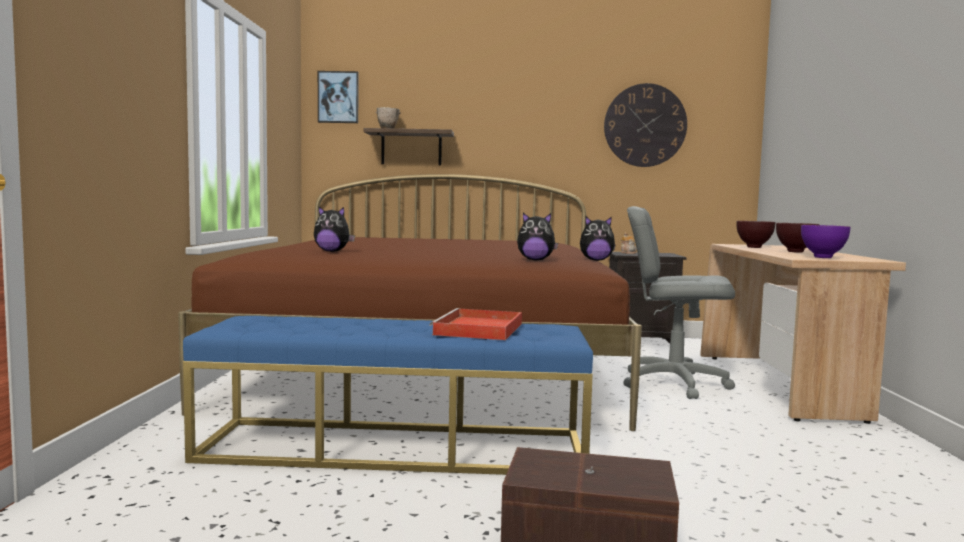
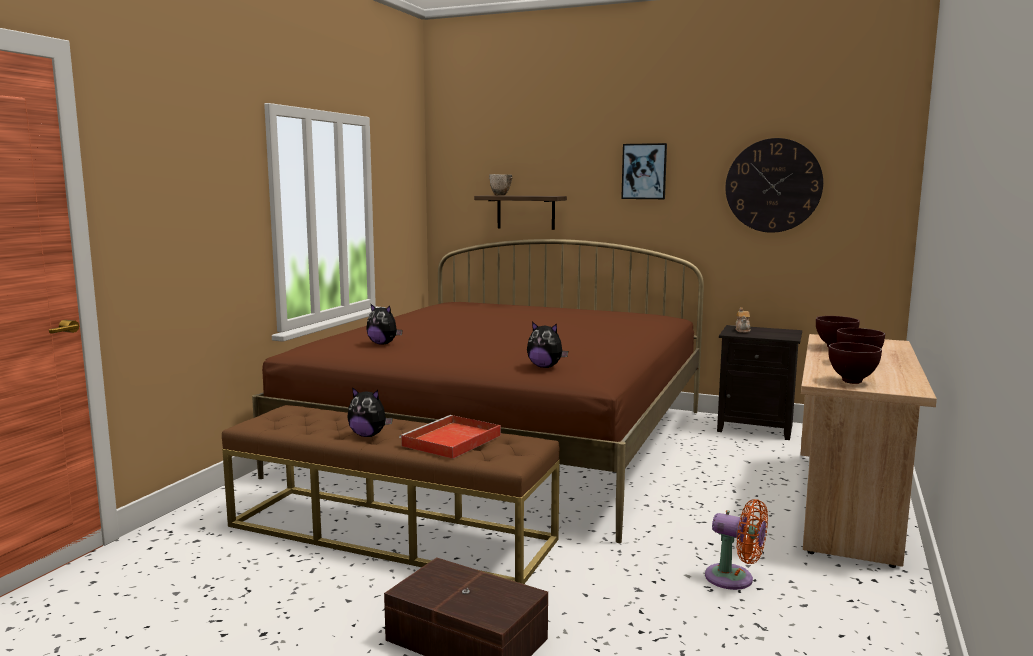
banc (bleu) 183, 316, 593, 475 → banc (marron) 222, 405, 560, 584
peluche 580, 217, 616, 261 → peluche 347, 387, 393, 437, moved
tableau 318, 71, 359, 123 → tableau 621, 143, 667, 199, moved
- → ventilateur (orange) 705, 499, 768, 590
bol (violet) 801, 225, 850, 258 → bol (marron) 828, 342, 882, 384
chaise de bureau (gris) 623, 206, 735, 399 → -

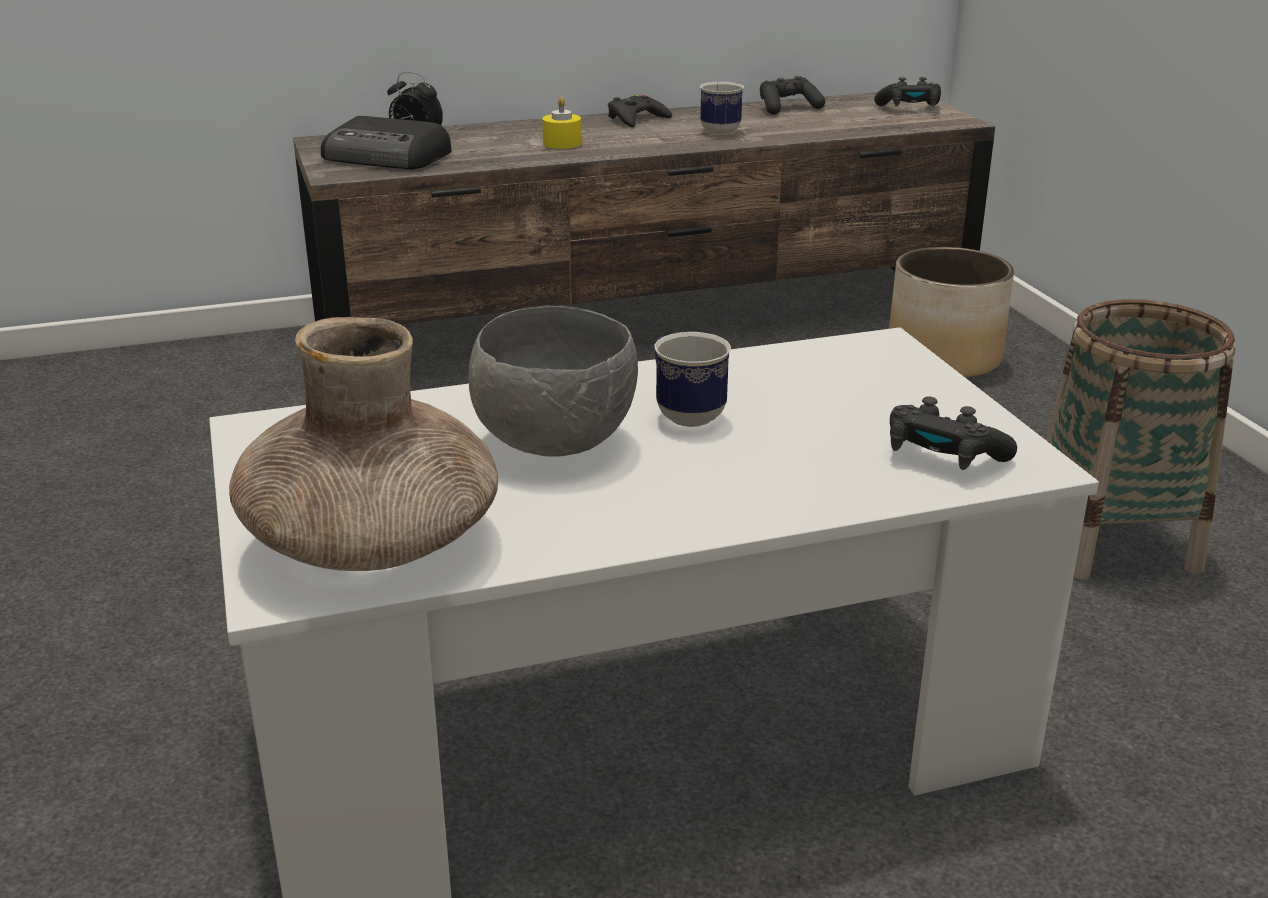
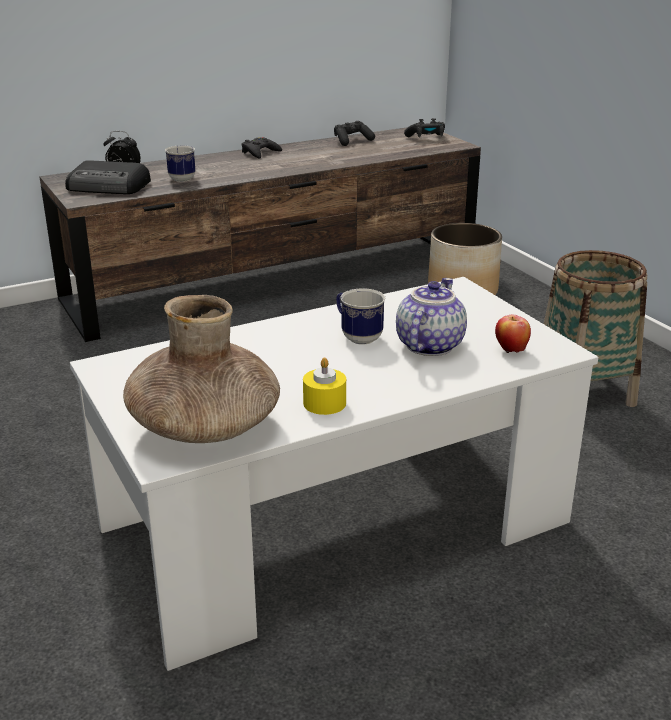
mug 700, 82, 744, 135 → mug 165, 145, 195, 182, moved
bougie (jaune) 542, 97, 582, 149 → bougie (jaune) 303, 358, 346, 415, moved
- → théière 396, 278, 467, 356
manette (noir) 890, 397, 1017, 470 → pomme 495, 315, 531, 353
bol (gris) 468, 305, 638, 457 → -

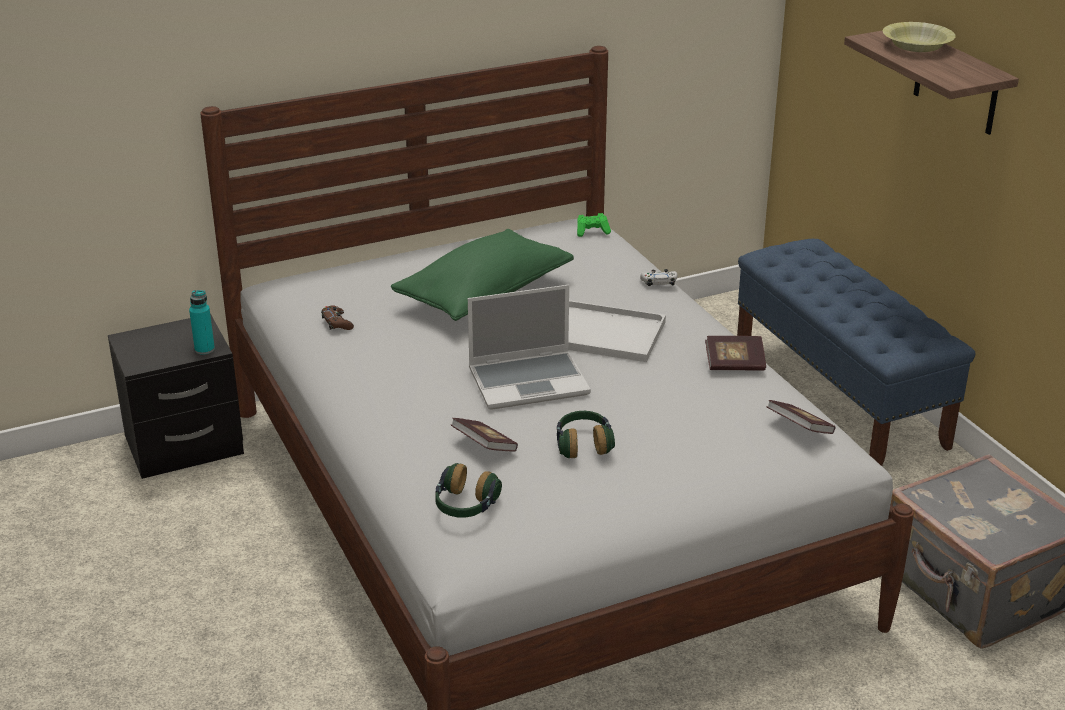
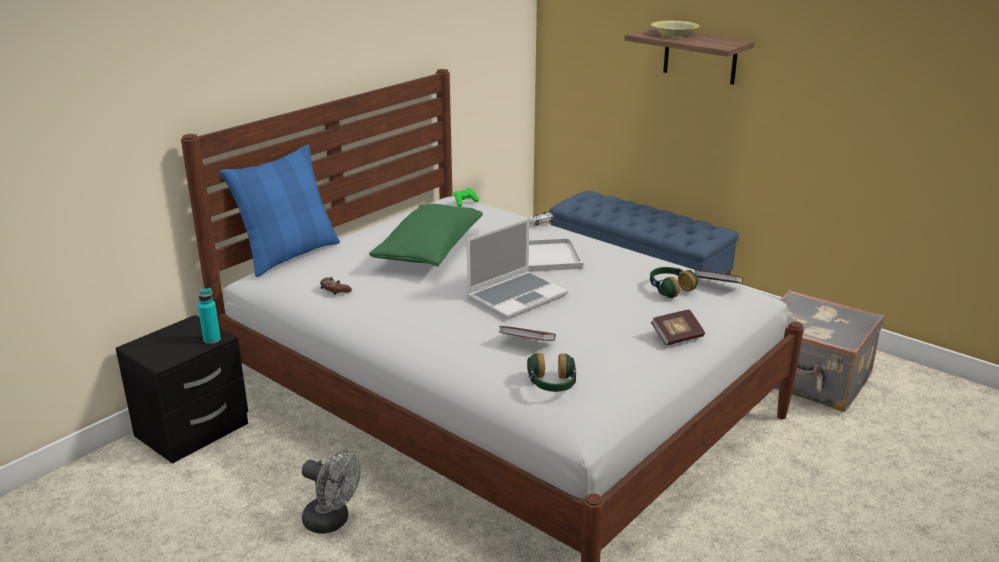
- → coussin (bleu) 220, 144, 340, 277
- → ventilateur (gris) 302, 450, 360, 534
casque audio 557, 411, 615, 458 → casque audio 650, 267, 698, 298, moved
livre 705, 336, 766, 371 → livre 651, 309, 705, 346, moved

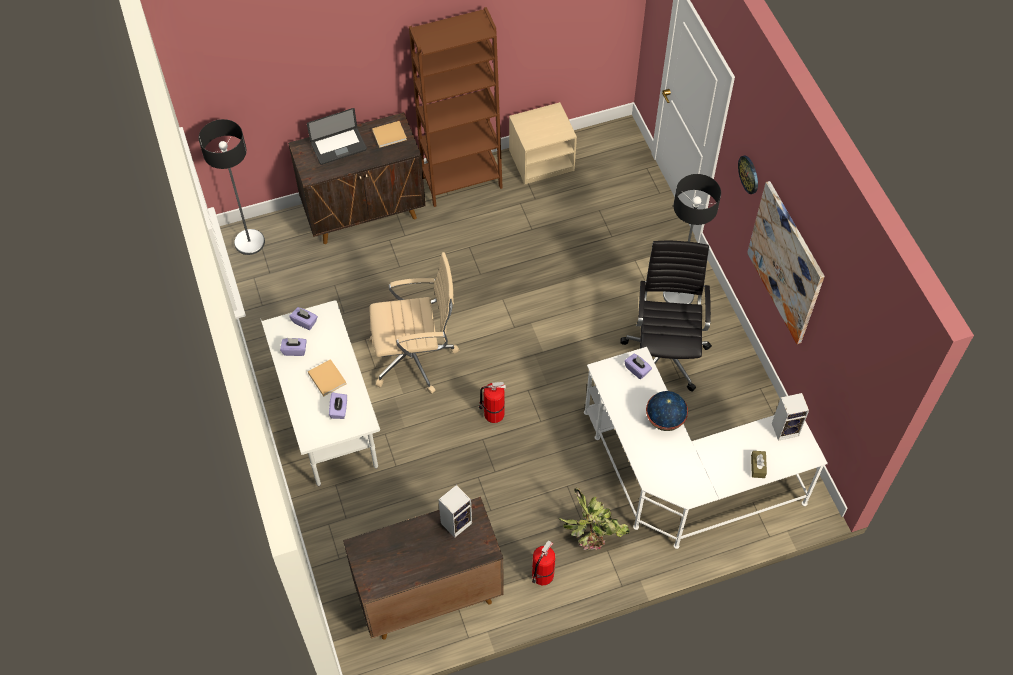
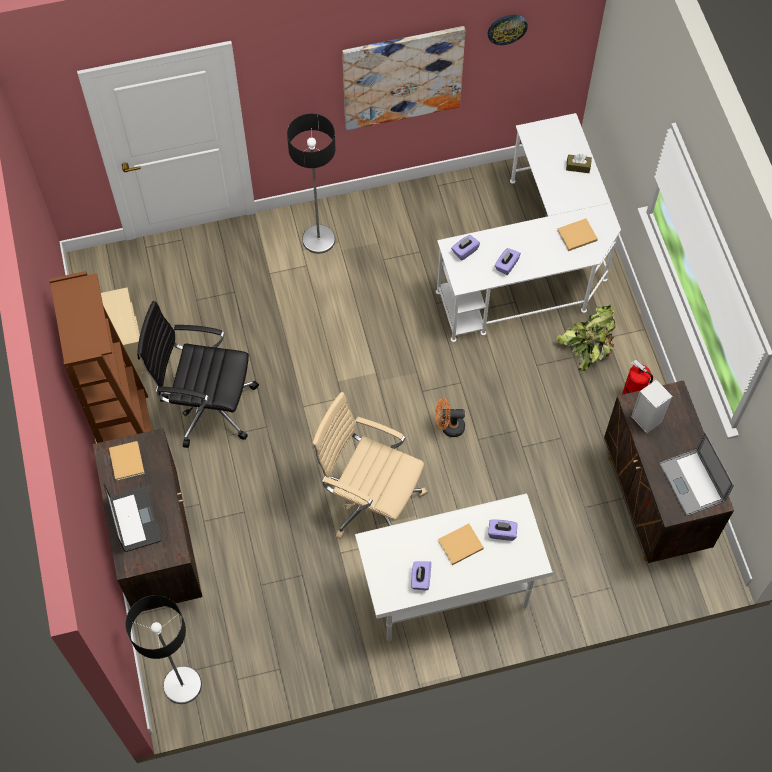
chaise de bureau (noir) 621, 241, 712, 392 → chaise de bureau (noir) 137, 301, 259, 448, moved
chaise de bureau (beige) 369, 252, 459, 394 → chaise de bureau (beige) 312, 392, 428, 539, 60 degrees counterclockwise
extincteur 479, 382, 506, 423 → ventilateur (orange) 435, 398, 465, 437
horloge murale 738, 155, 758, 194 → horloge murale 488, 15, 528, 45, moved
boîte à mouchoirs (violet) 289, 307, 318, 330 → boîte à mouchoirs (violet) 495, 248, 521, 275, moved
- → livre (beige) 557, 218, 598, 251
- → ordinateur portable 659, 432, 734, 516
globe 646, 391, 688, 431 → -
enceinte 772, 393, 809, 441 → -

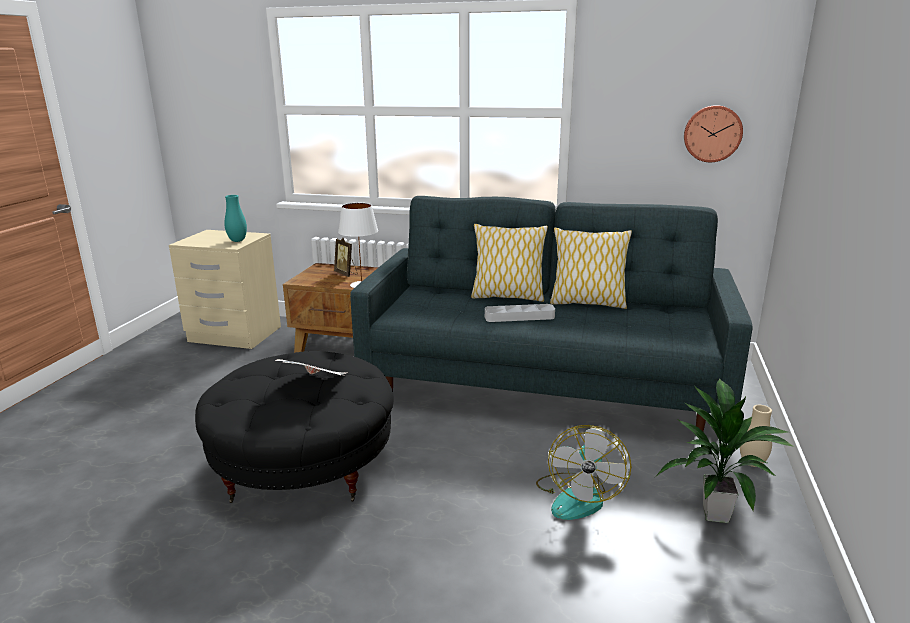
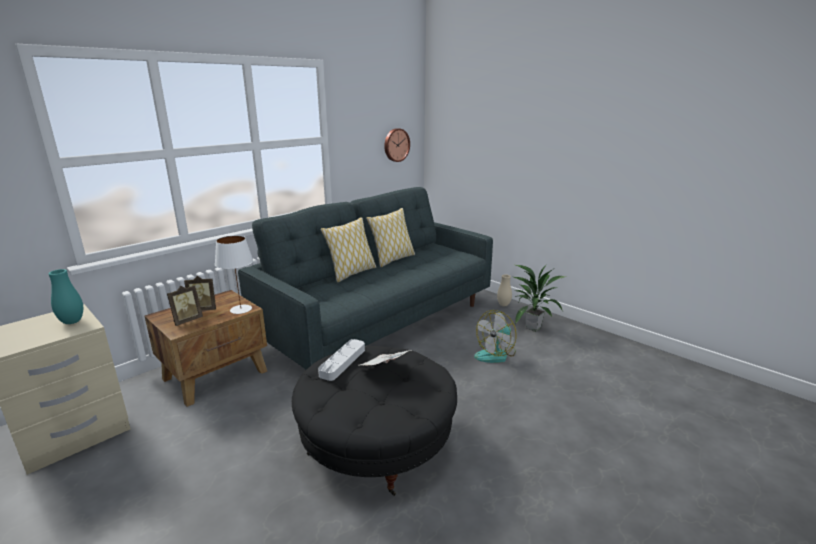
- → cadre photo 167, 285, 203, 326
plateau (gris) 485, 304, 555, 322 → plateau (gris) 318, 339, 365, 381, moved
ventilateur 536, 425, 631, 520 → ventilateur 474, 310, 517, 363, 90 degrees clockwise

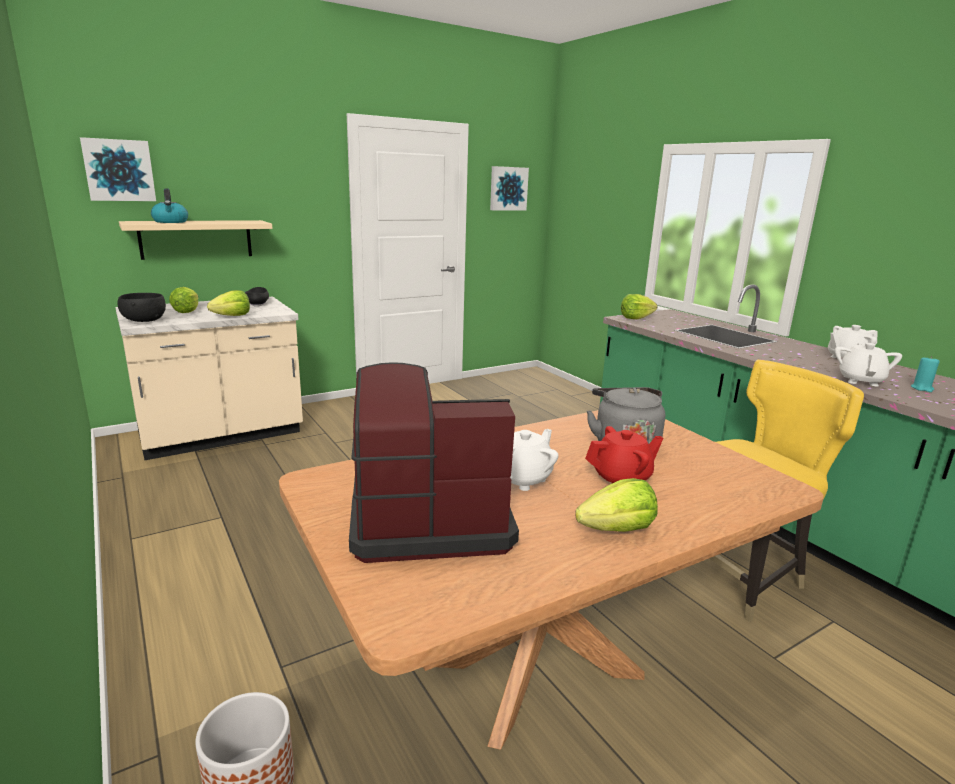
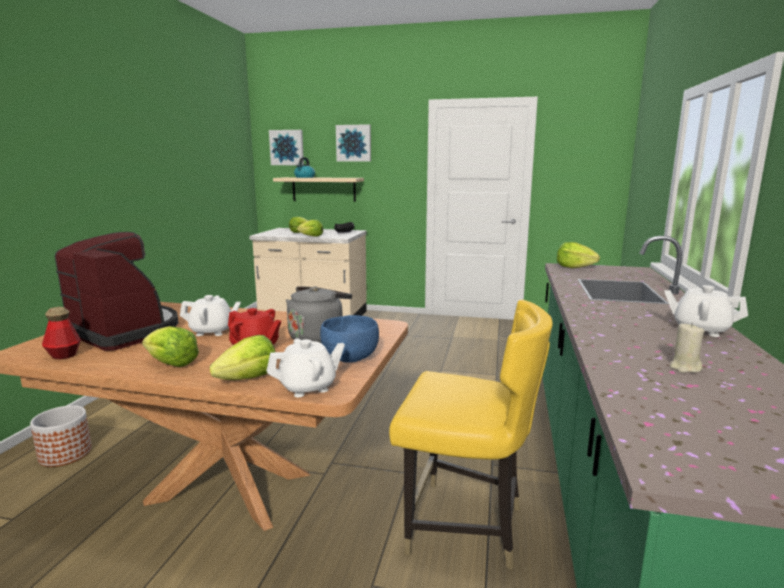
- → bouteille 42, 307, 81, 359
- → laitue 210, 335, 275, 380
théière (blanc) 835, 343, 902, 386 → théière (blanc) 266, 338, 345, 397, moved
- → bol (bleu) 320, 315, 379, 363
tableau 490, 166, 529, 211 → tableau 336, 124, 371, 162, moved
bougie (turquoise) 911, 356, 940, 392 → bougie (beige) 669, 323, 704, 373
bol (noir) 117, 293, 166, 322 → -

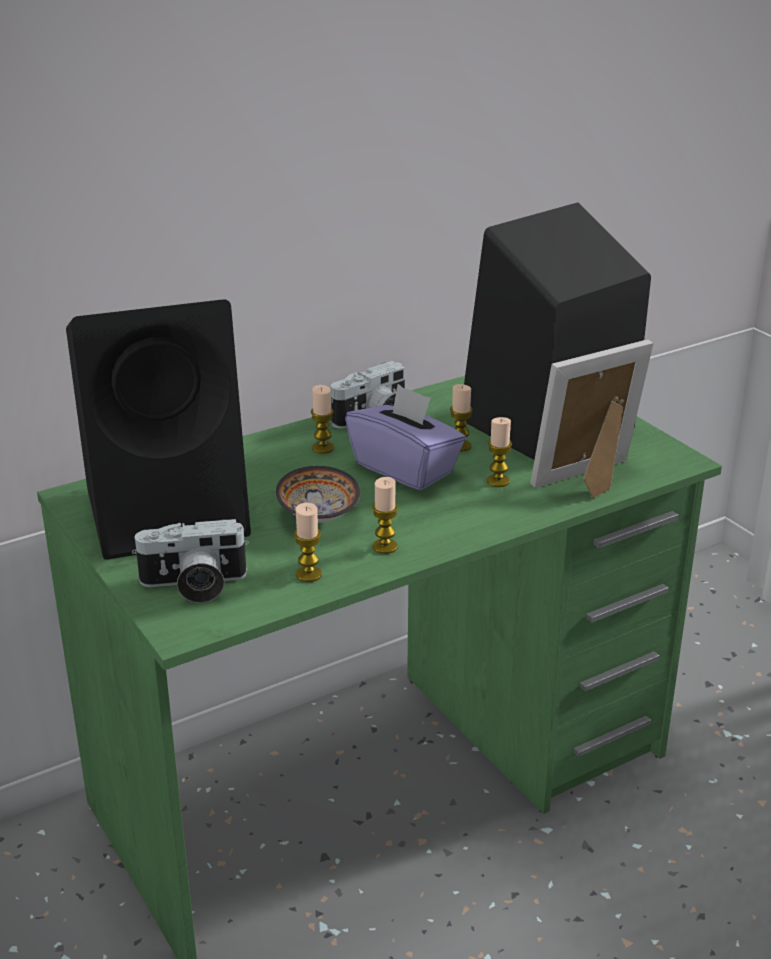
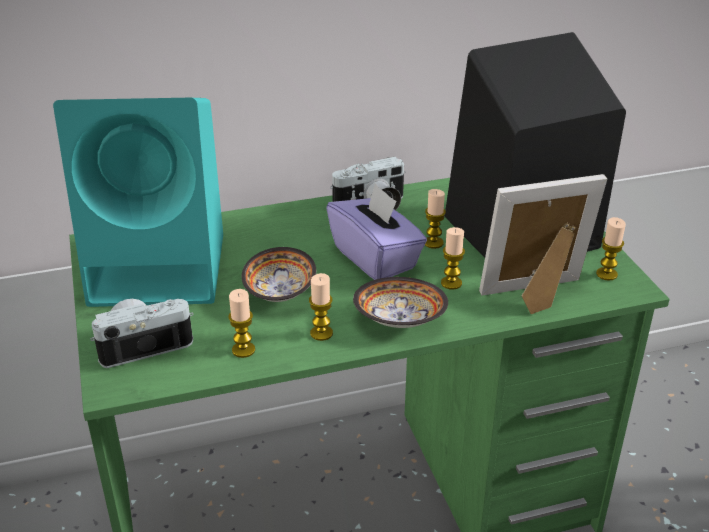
enceinte (noir) 66, 299, 251, 560 → enceinte (turquoise) 53, 98, 223, 307
appareil photo 132, 519, 249, 603 → appareil photo 90, 299, 194, 368, 150 degrees clockwise
- → bol 353, 277, 448, 328
bougie 311, 385, 334, 454 → bougie 596, 217, 626, 281, moved

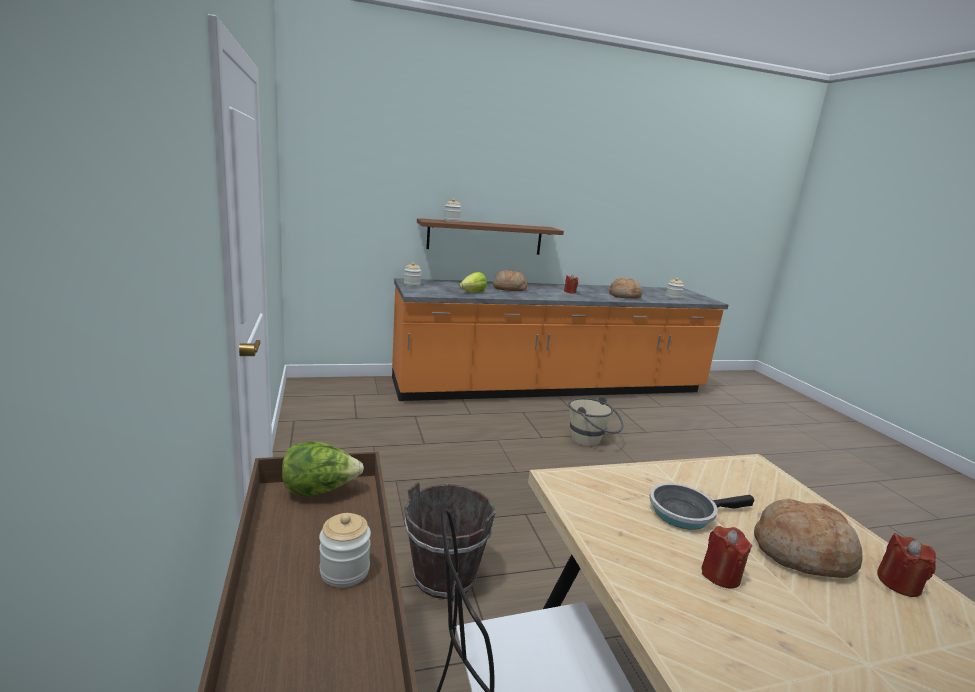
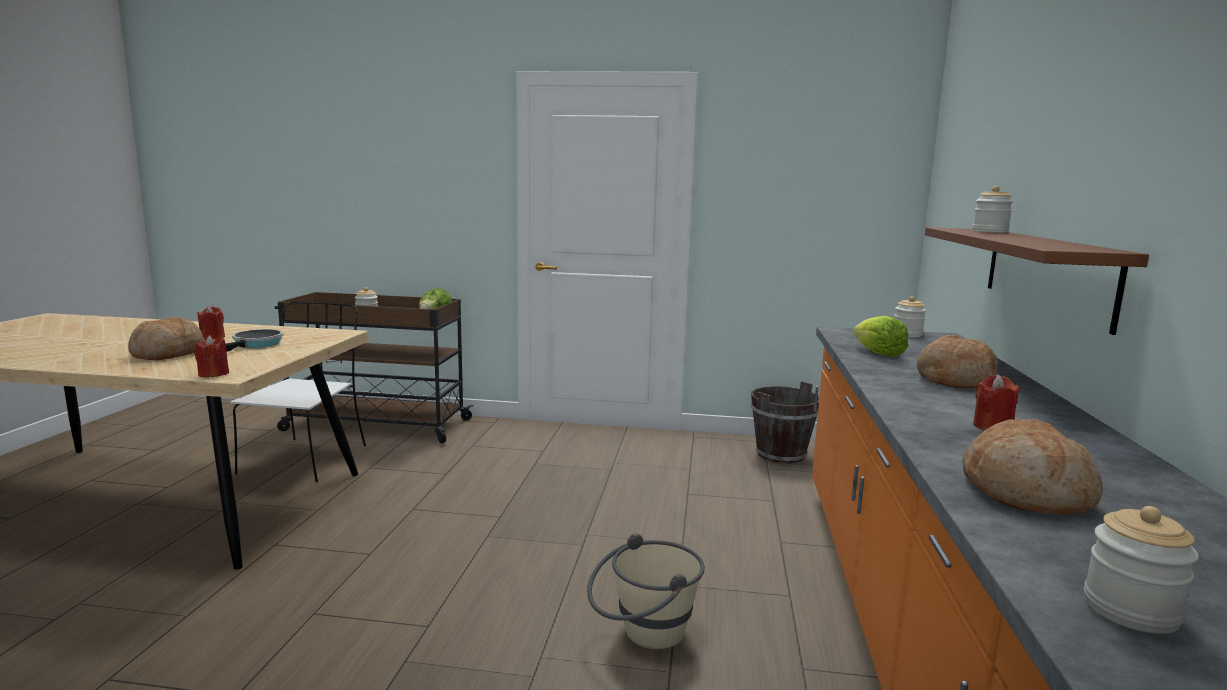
bougie (rouge) 877, 533, 936, 597 → bougie (rouge) 194, 335, 229, 378, moved
seau (marron) 404, 482, 496, 599 → seau (marron) 751, 381, 819, 464, moved

